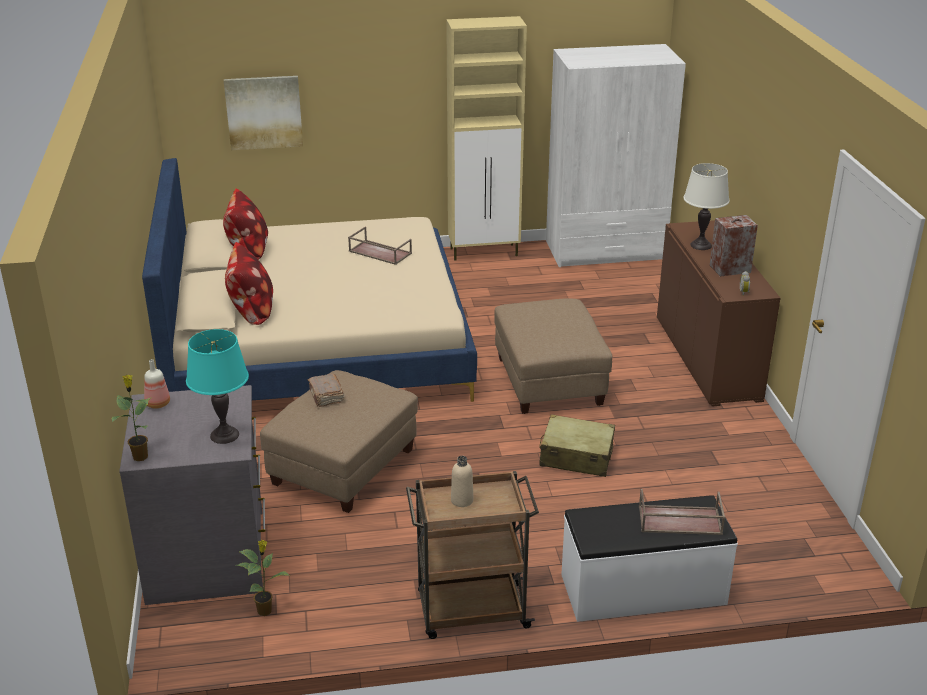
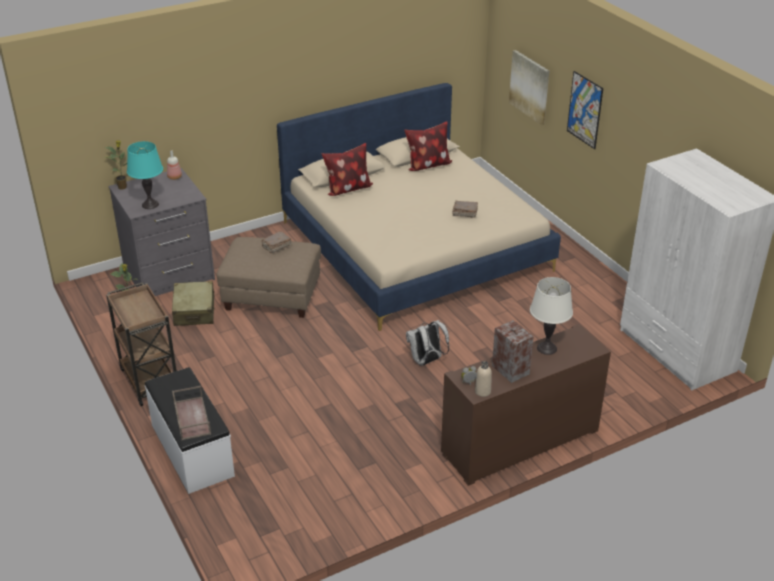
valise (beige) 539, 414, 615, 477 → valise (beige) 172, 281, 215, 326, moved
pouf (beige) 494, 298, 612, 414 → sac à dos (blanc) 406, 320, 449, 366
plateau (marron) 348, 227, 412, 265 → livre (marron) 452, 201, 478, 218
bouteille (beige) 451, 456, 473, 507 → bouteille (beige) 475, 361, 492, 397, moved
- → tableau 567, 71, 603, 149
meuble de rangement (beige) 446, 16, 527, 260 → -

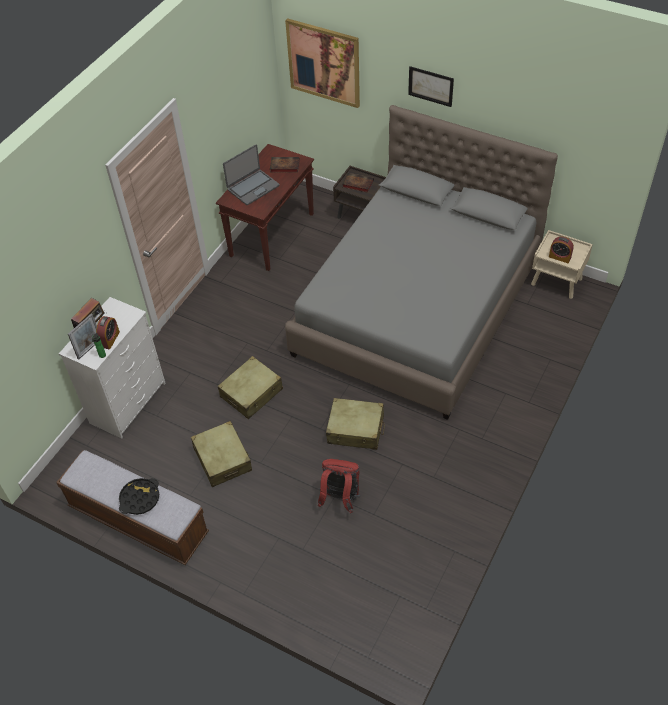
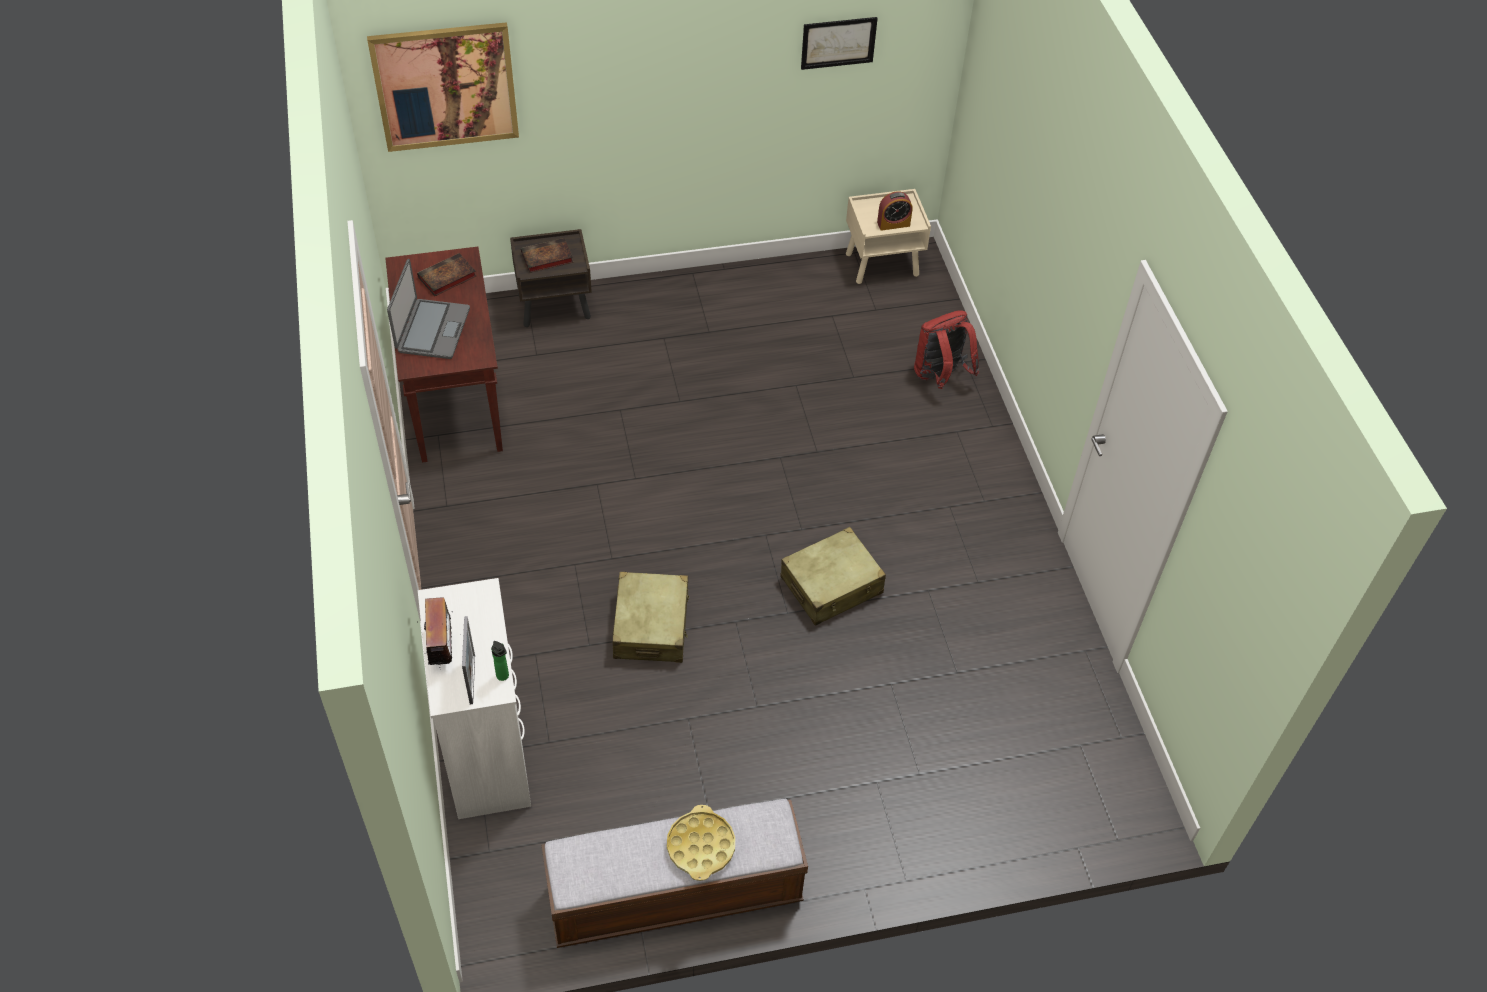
plateau (noir) 119, 478, 159, 515 → plateau (jaune) 667, 805, 735, 881
tableau 408, 66, 454, 107 → tableau 801, 17, 878, 70, moved
sac à dos (rouge) 318, 459, 360, 513 → sac à dos (rouge) 914, 310, 979, 389, moved
réveil 96, 316, 120, 349 → -
valise (beige) 191, 421, 252, 487 → -
lit (gris) 285, 105, 558, 420 → -

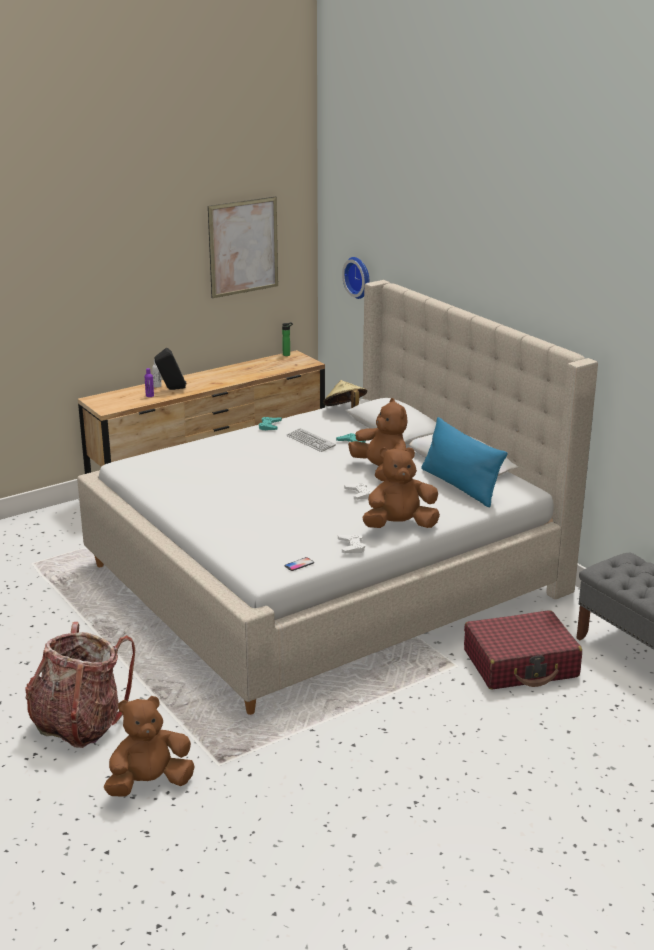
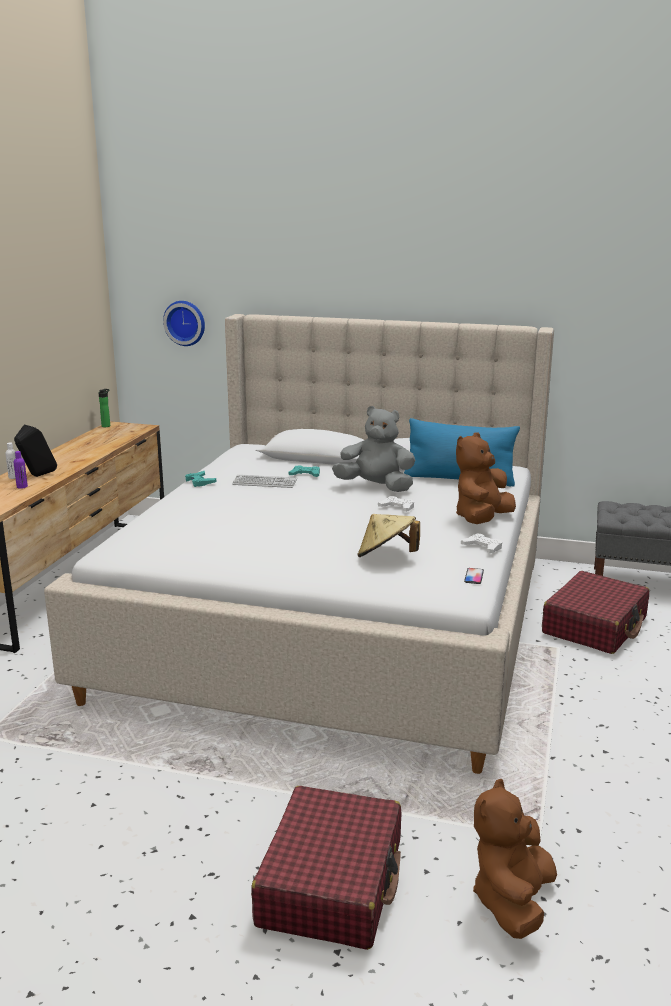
sac à dos 25, 622, 135, 748 → valise (rouge) 251, 786, 401, 950
peluche (marron) 348, 398, 408, 481 → peluche (gris) 332, 406, 416, 492
chapeau (beige) 323, 380, 367, 408 → chapeau (beige) 358, 514, 420, 557, moved
tableau 208, 197, 278, 298 → -

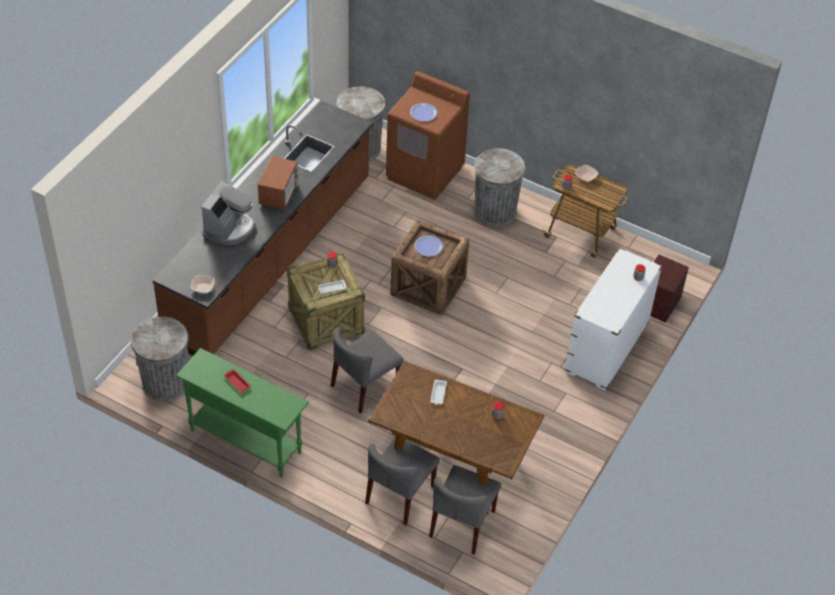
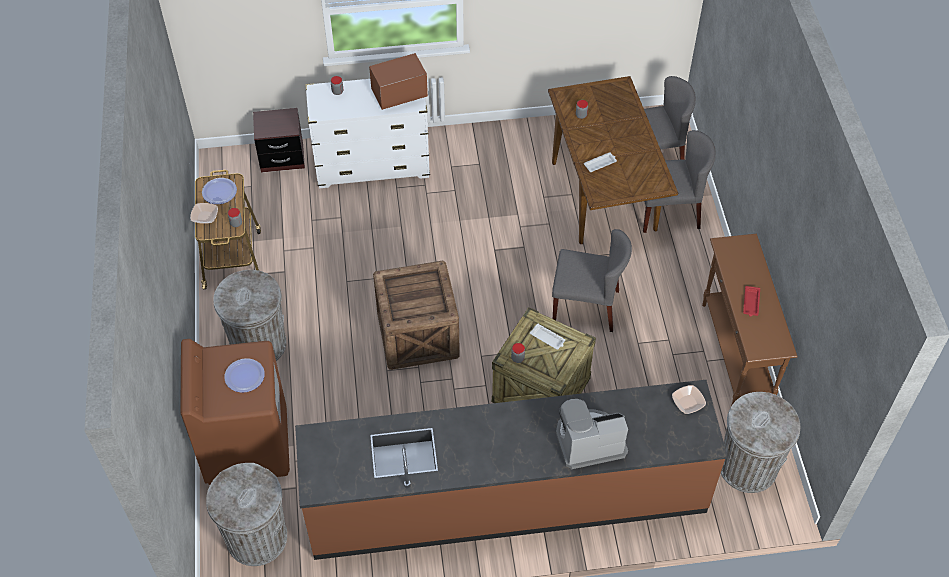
assiette 414, 235, 443, 257 → assiette 202, 178, 237, 204, moved
micro-ondes 258, 156, 298, 210 → micro-ondes 369, 53, 428, 110, moved
table console (vert) 176, 348, 309, 478 → table console (marron) 702, 234, 798, 406

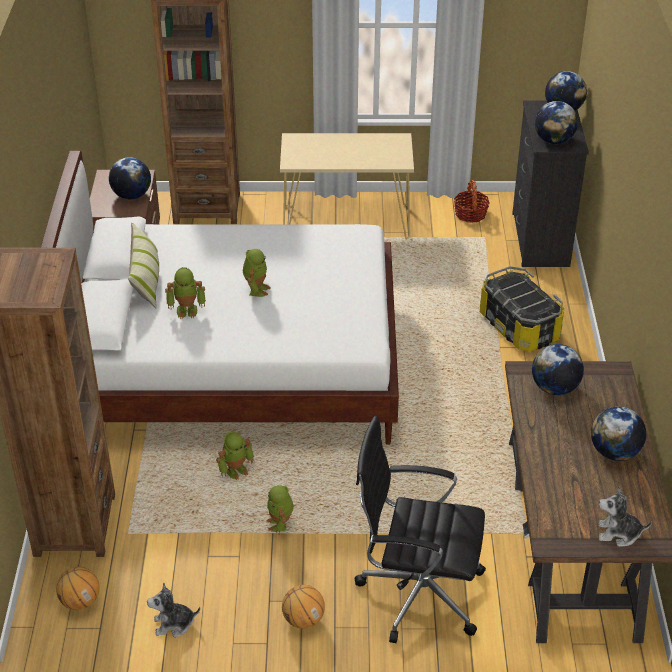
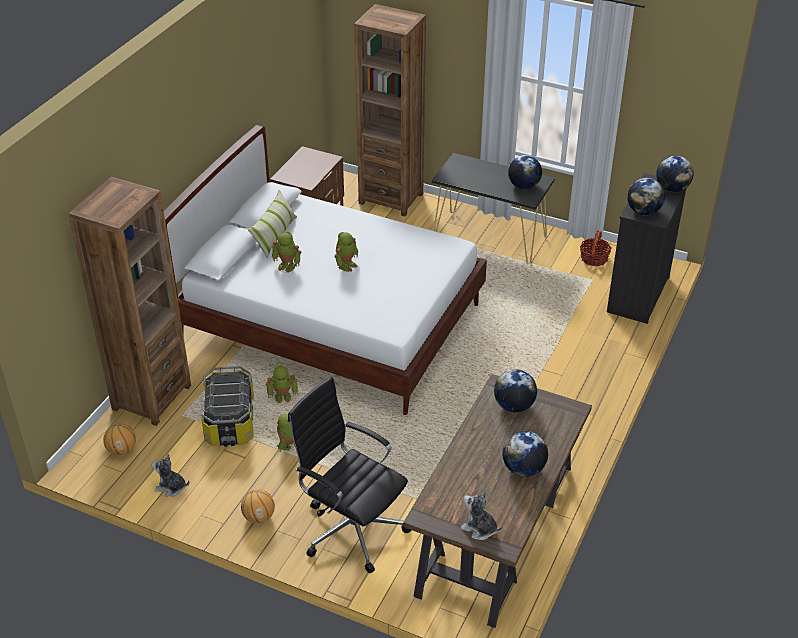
boîte de rangement 480, 266, 564, 352 → boîte de rangement 202, 366, 254, 447, moved
table console (beige) 280, 133, 414, 240 → table console (noir) 432, 153, 555, 265
globe 109, 157, 151, 199 → globe 508, 155, 542, 189, moved

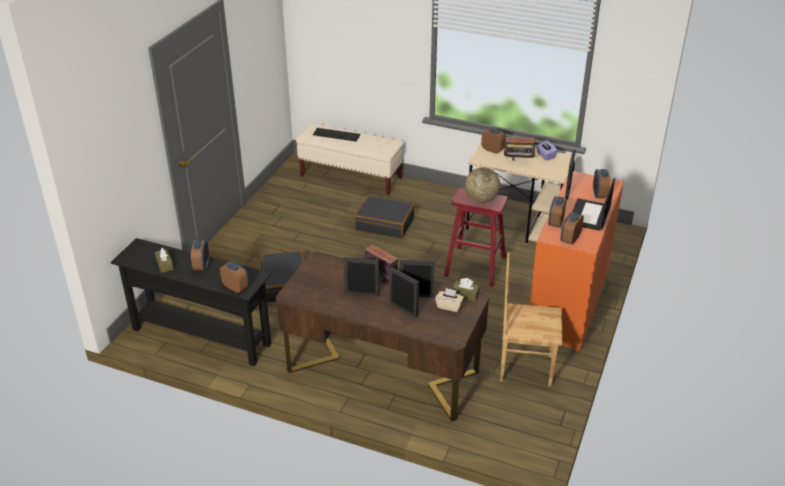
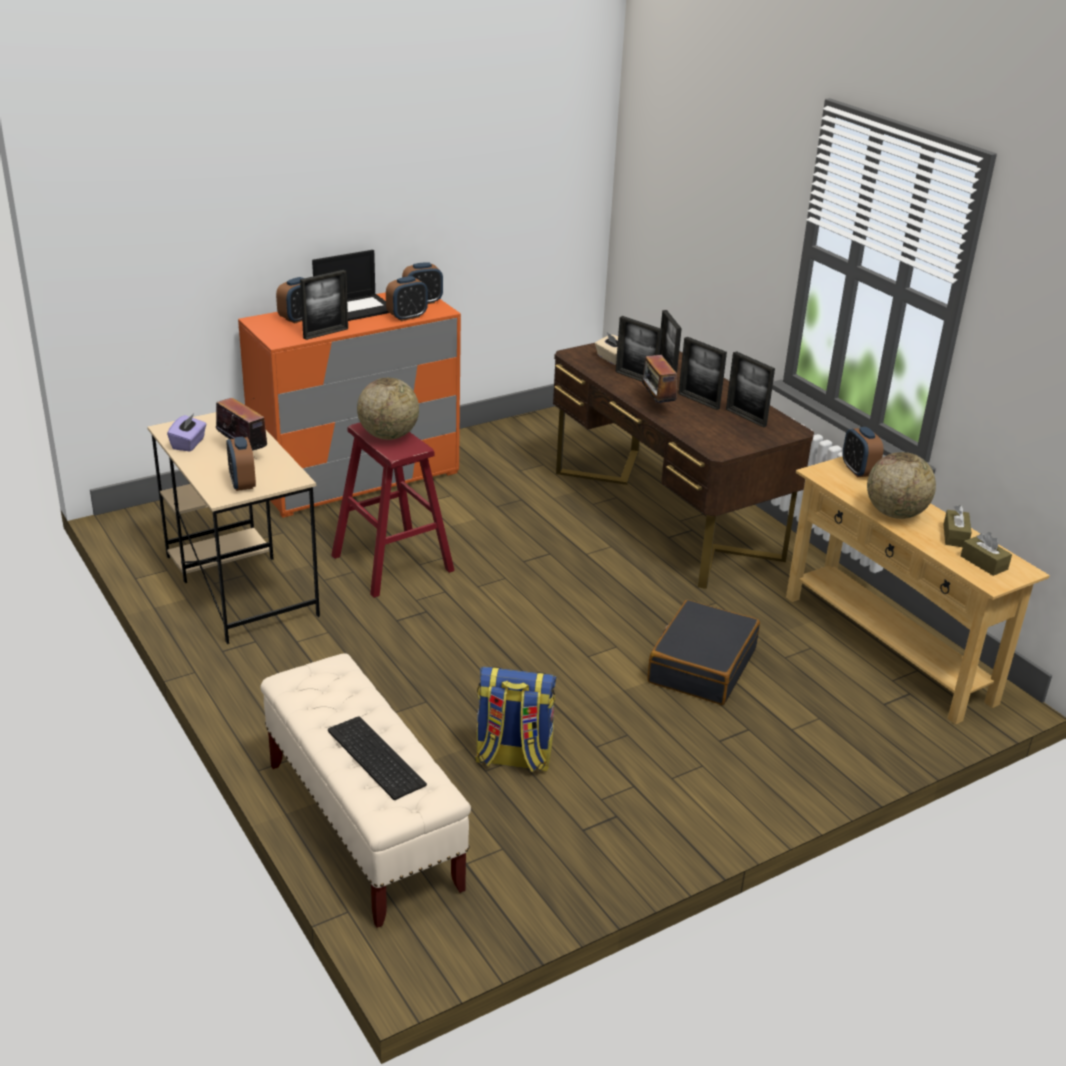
- → sac à dos 475, 666, 556, 772
- → cadre photo 726, 351, 775, 428
table console (noir) 111, 238, 272, 366 → table console (beige) 786, 456, 1050, 725
réveil 191, 240, 209, 270 → globe 867, 452, 936, 519
boîte à mouchoirs (marron) 452, 278, 480, 301 → boîte à mouchoirs (marron) 961, 532, 1012, 576, moved
valise (noir) 354, 196, 415, 239 → -
chaise (marron) 500, 253, 562, 386 → -

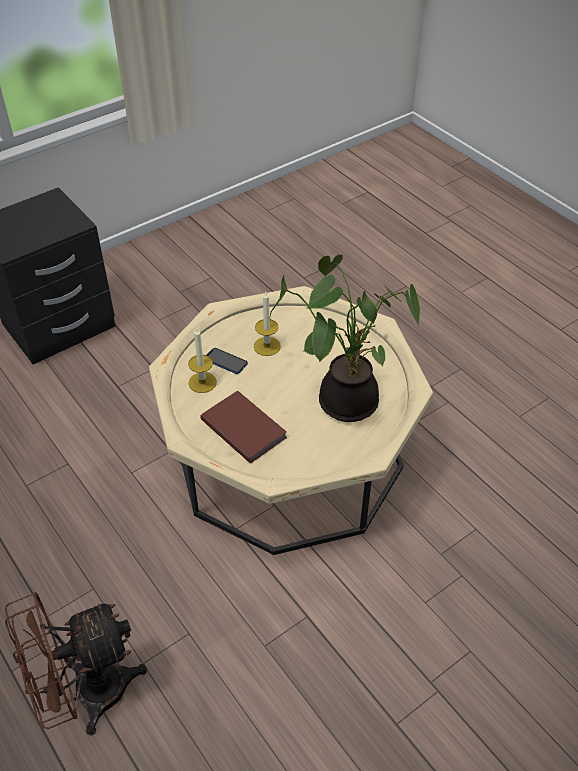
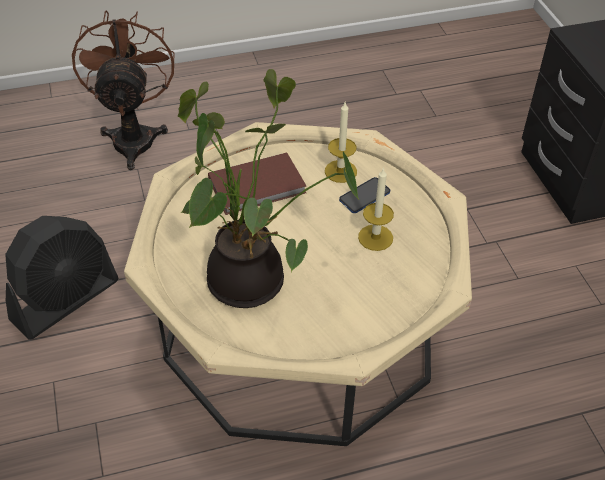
- → ventilateur (noir) 5, 216, 119, 339

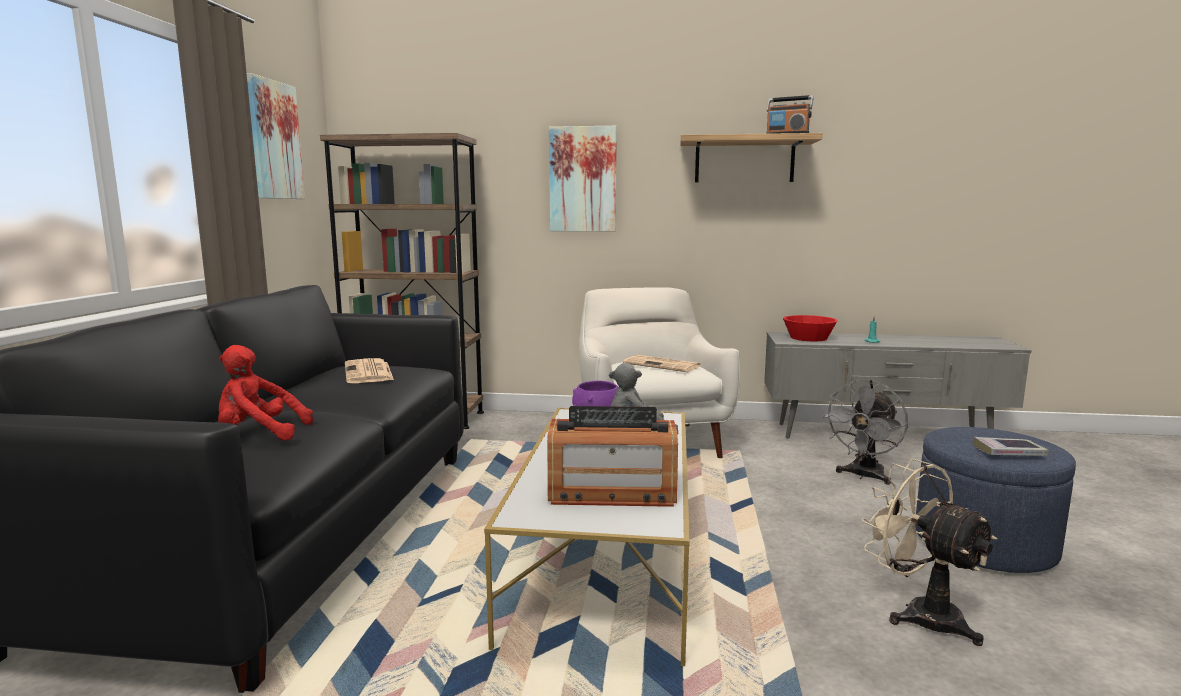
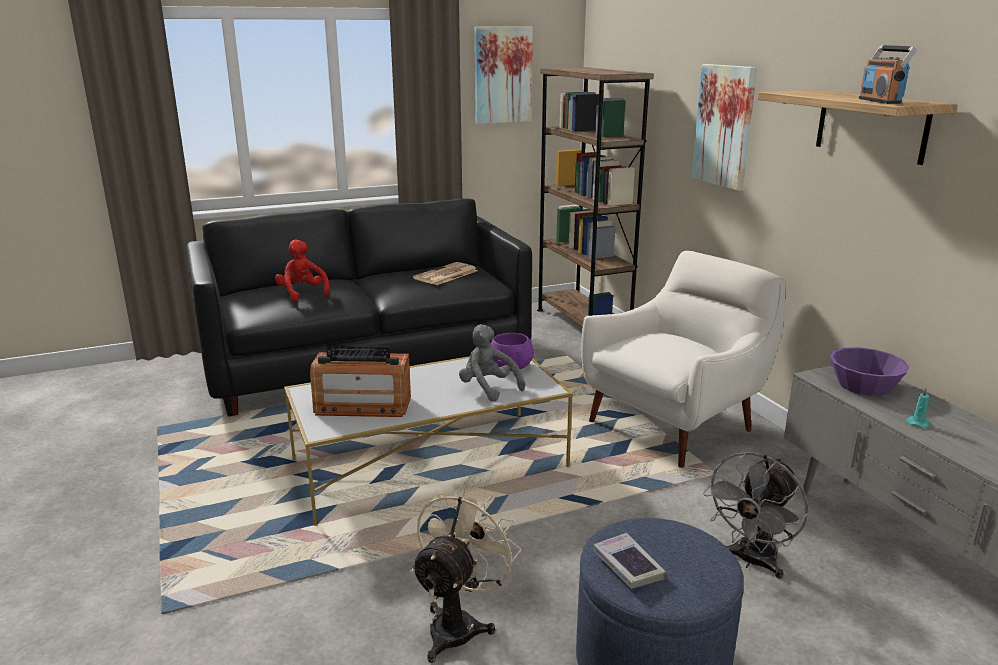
radio 547, 406, 678, 507 → radio 310, 346, 411, 417, 60 degrees counterclockwise
ventilateur (gris) 823, 380, 908, 485 → ventilateur (gris) 703, 452, 808, 579, 60 degrees counterclockwise
bol (rouge) 783, 315, 838, 342 → bol (violet) 830, 347, 909, 396
journal 623, 355, 700, 372 → -

